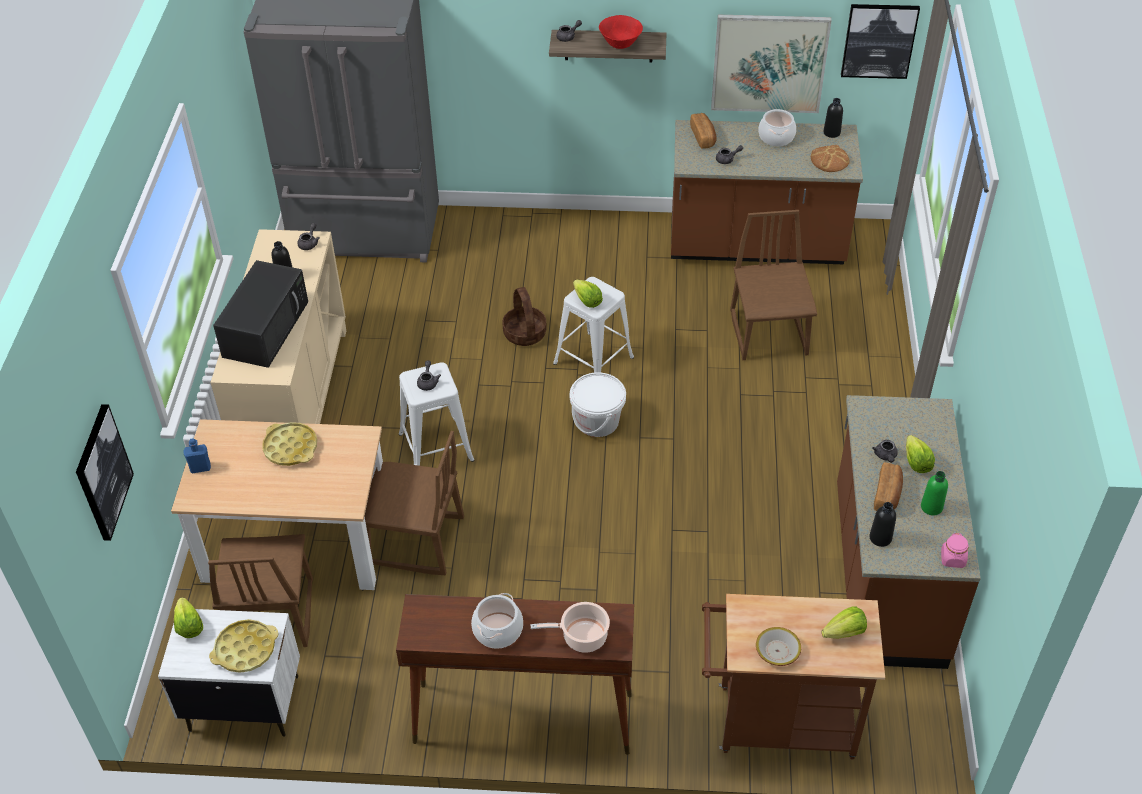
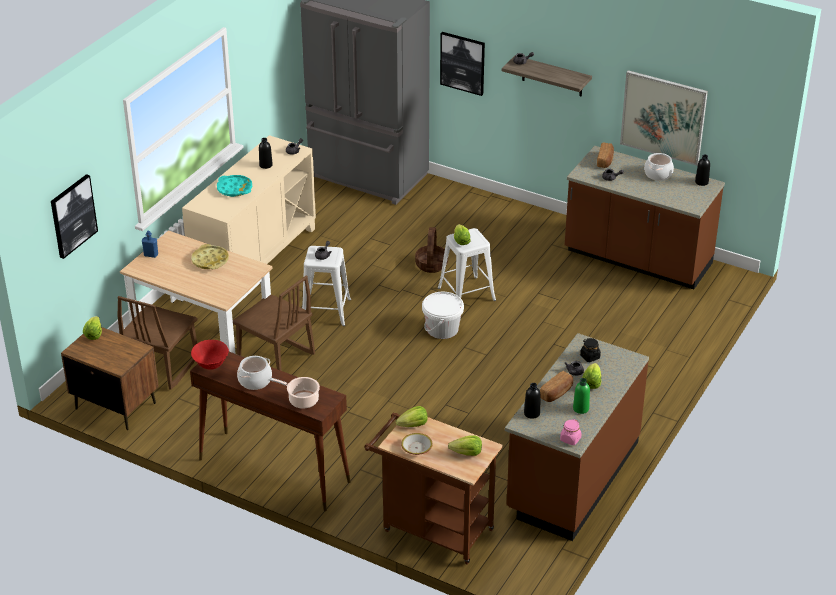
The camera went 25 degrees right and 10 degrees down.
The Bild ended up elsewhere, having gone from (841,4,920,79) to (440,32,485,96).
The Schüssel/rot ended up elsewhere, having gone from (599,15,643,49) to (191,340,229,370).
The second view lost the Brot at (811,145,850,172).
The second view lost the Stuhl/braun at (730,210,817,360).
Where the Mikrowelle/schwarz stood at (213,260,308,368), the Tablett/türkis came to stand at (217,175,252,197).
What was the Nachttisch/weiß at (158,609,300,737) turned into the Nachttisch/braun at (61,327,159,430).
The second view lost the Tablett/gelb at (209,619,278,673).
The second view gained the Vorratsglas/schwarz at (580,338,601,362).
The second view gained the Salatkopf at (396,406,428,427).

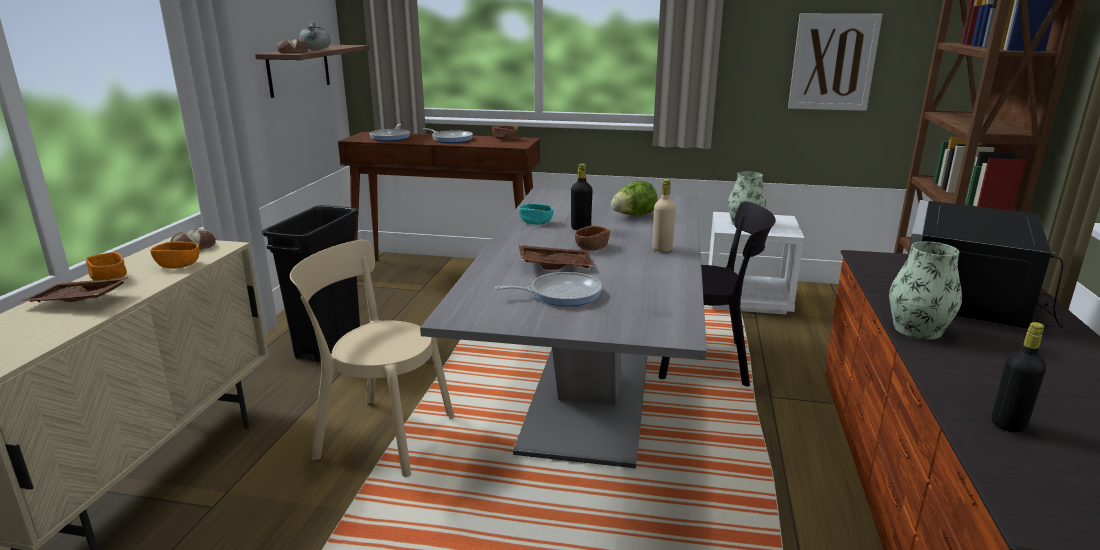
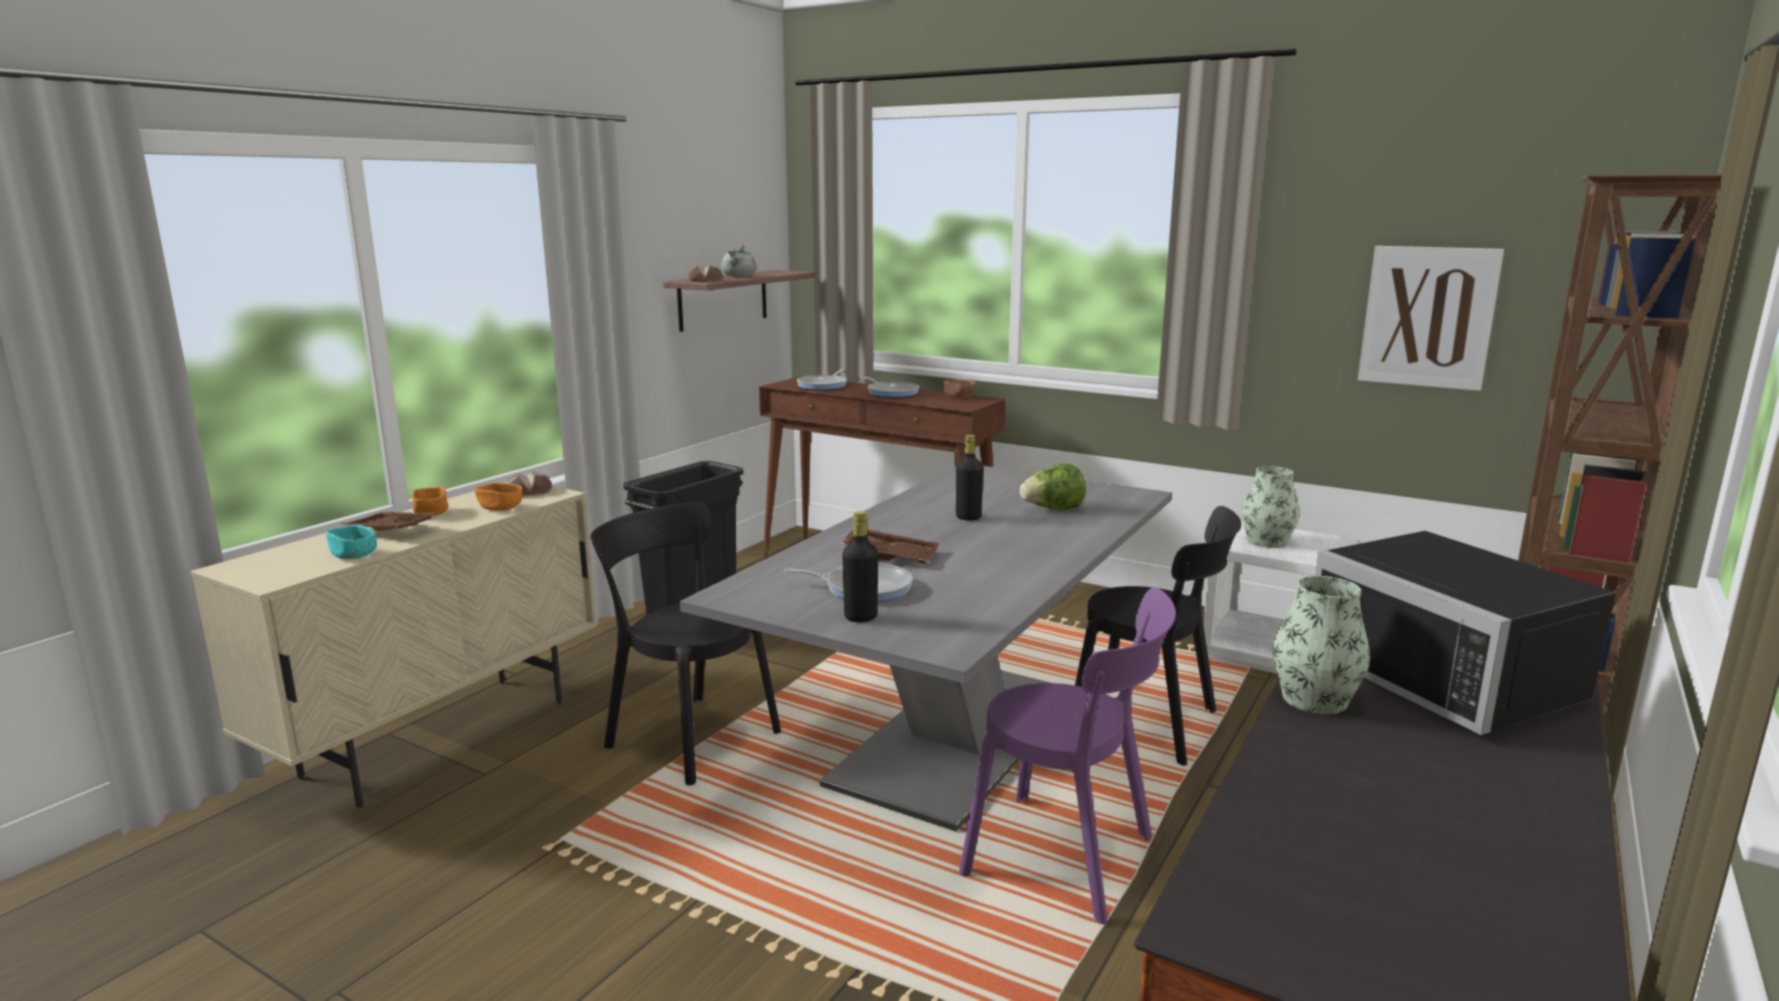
The camera went 20 degrees right and 5 degrees down.
The second view lost the Flasche/beige at (652,179,676,252).
The Mikrowelle/schwarz at (907,200,1064,330) ended up facing another way, 75 degrees counterclockwise from before.
The Schüssel/türkis ended up elsewhere, having gone from (518,203,554,225) to (326,525,377,559).
The second view lost the Schüssel/braun at (575,226,610,251).
What was the Stuhl/beige at (290,240,454,477) turned into the Stuhl/schwarz at (590,502,781,785).
The Flasche/schwarz ended up elsewhere, having gone from (992,322,1046,432) to (842,511,878,622).
The second view gained the Stuhl/lila at (959,587,1176,924).

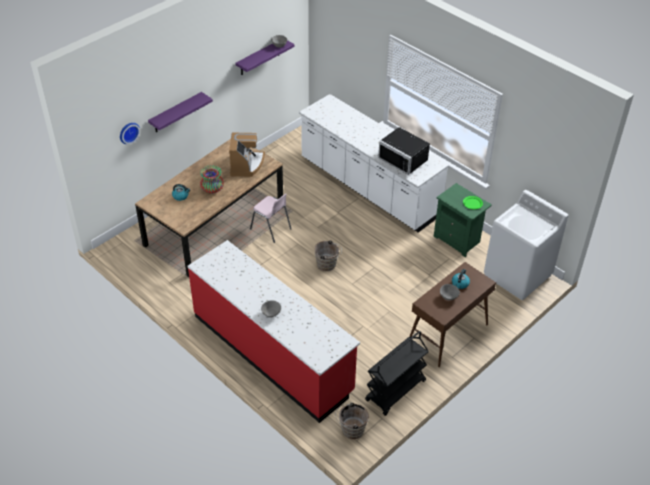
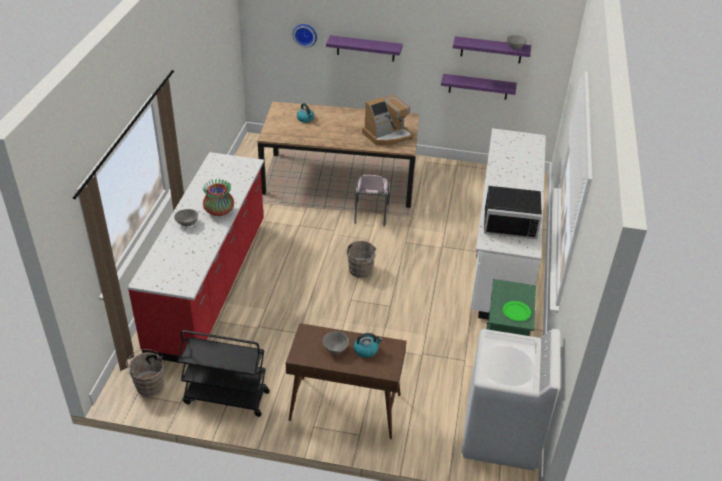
The camera went 55 degrees right and 5 degrees down.
The Mikrowelle/schwarz at (378,127,430,175) ended up facing another way, 90 degrees counterclockwise from before.
The Vase ended up elsewhere, having gone from (200,165,224,194) to (203,179,234,217).
The second view gained the Wandregal/lila at (441,74,517,100).

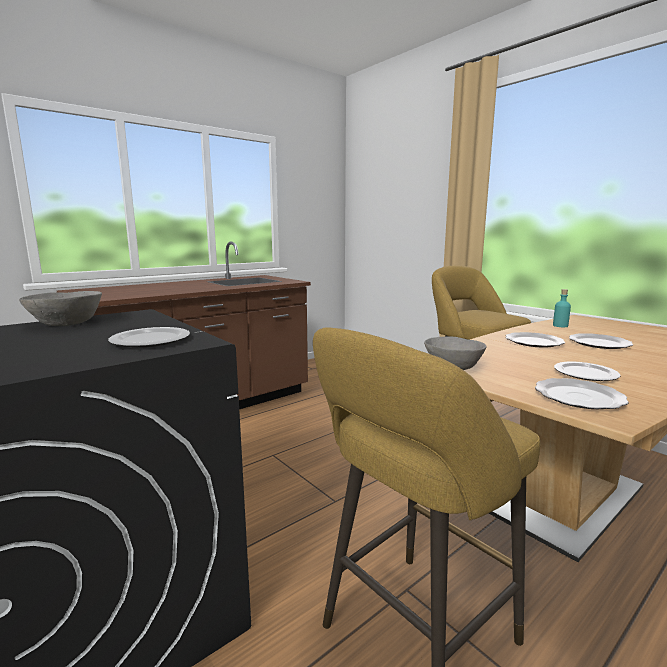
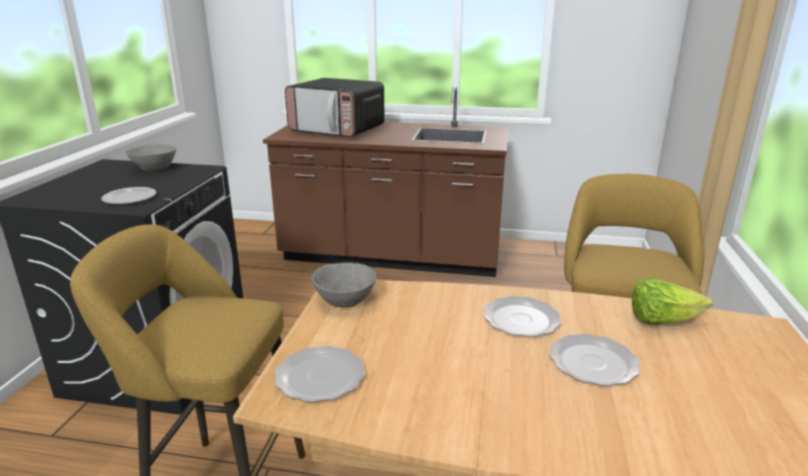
The camera went 50 degrees right and 10 degrees up.
Where the Flasche/türkis stood at (553,289,571,327), the Salatkopf came to stand at (632,278,713,325).
The second view lost the Teller at (554,361,621,381).
The second view gained the Mikrowelle at (285,78,385,137).

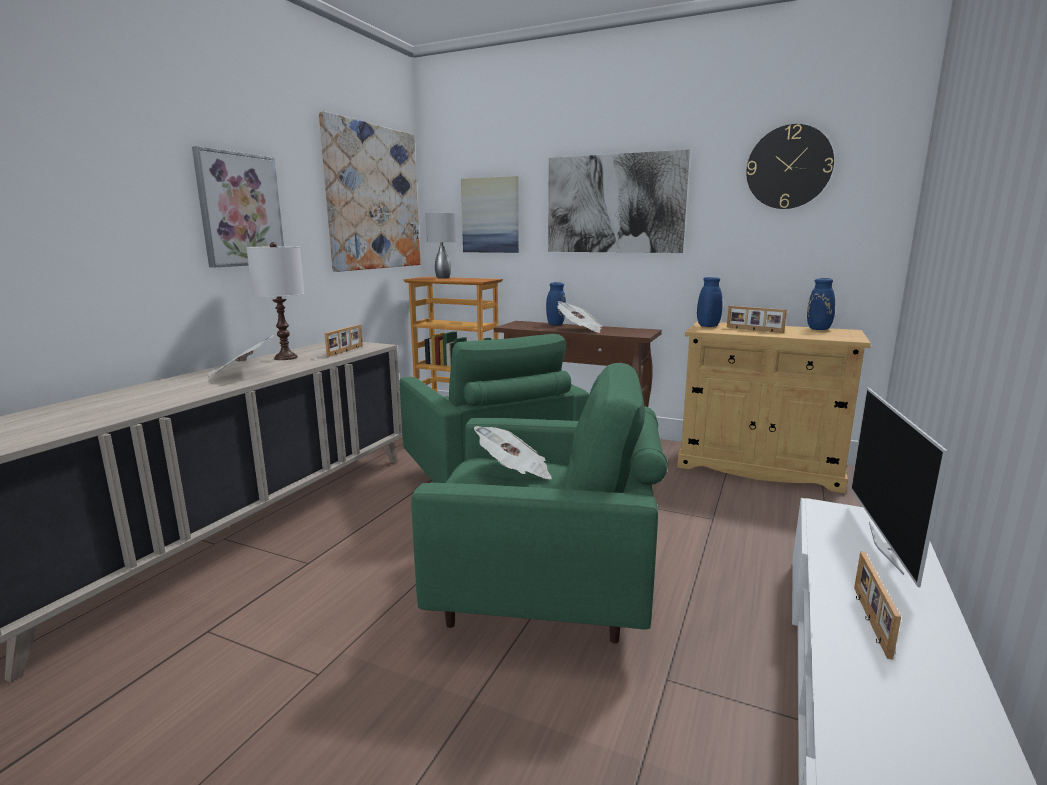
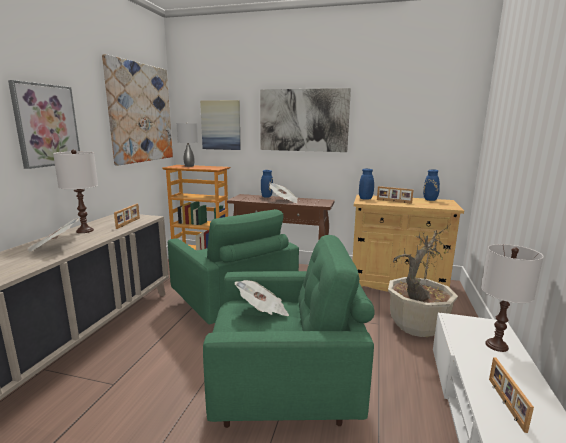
The camera went 10 degrees left and 0 degrees up.
The second view lost the Wanduhr at (746,124,834,209).
Where the Fernseher stood at (851,387,948,587), the Tischlampe/weiß came to stand at (481,244,543,352).
The second view gained the Topfpflanze at (388,226,458,337).

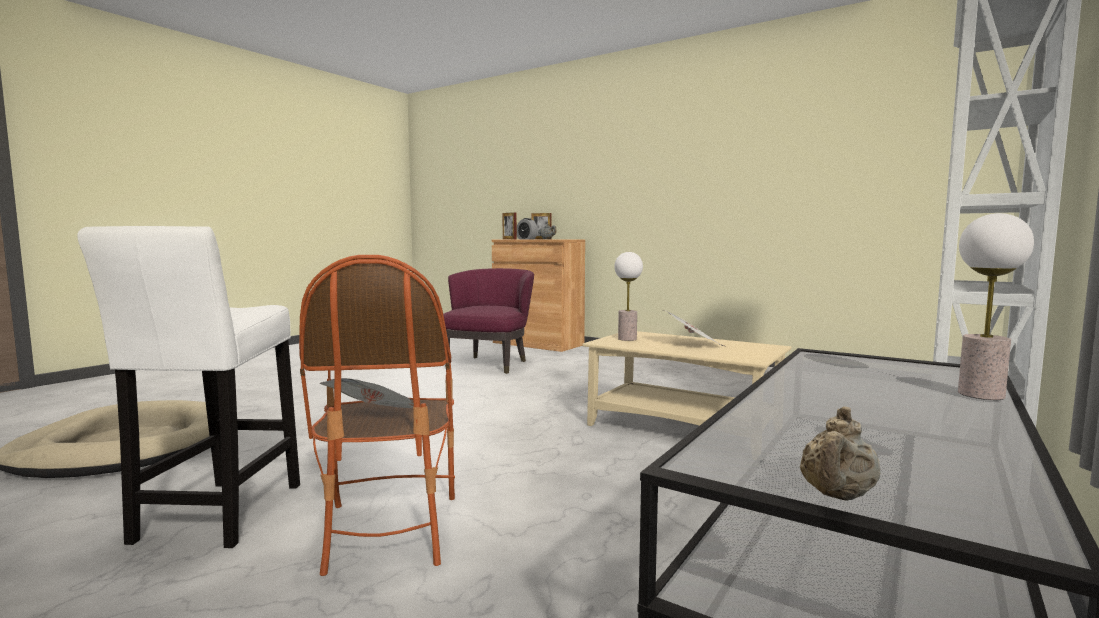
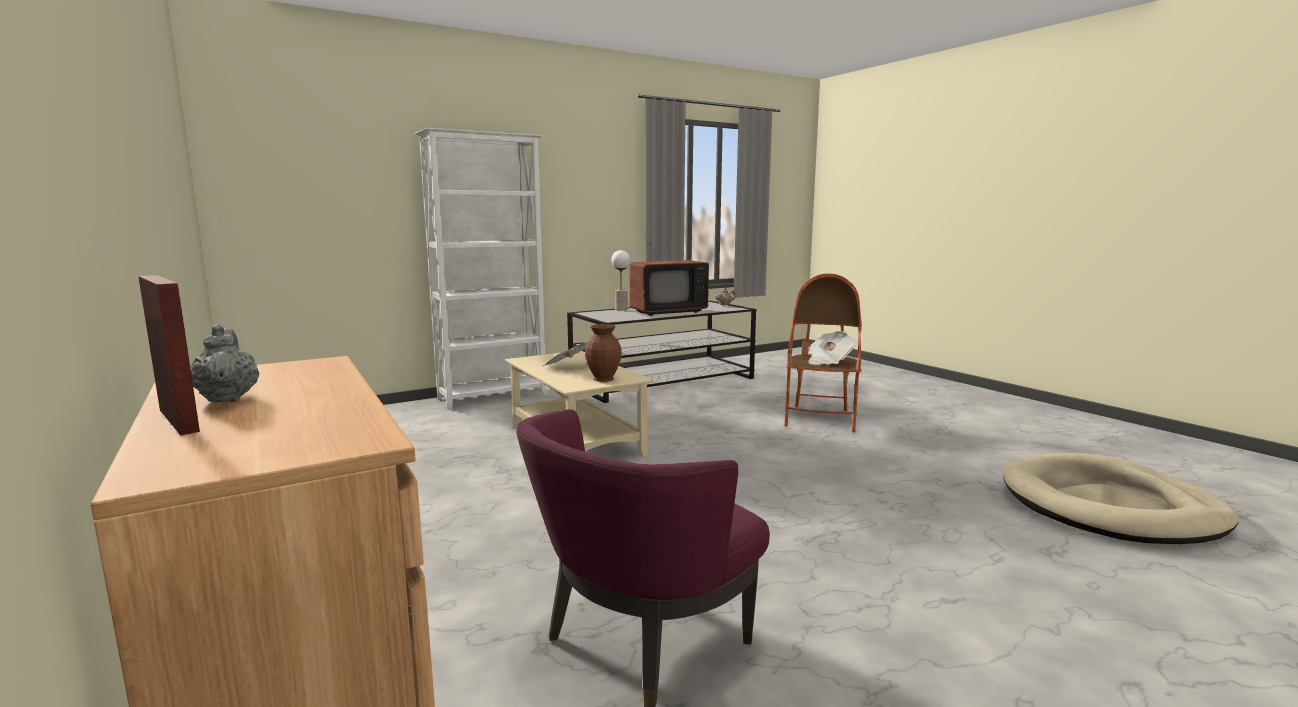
The camera went 155 degrees left and 5 degrees up.
The second view lost the Bilderrahmen at (502,212,517,239).
The second view lost the Wecker at (517,218,538,239).
The second view lost the Hocker/weiß at (77,226,300,548).
Where the Tischlampe stood at (614,252,643,341), the Vase/braun came to stand at (585,324,622,382).
The second view gained the Fernseher at (630,235,709,316).

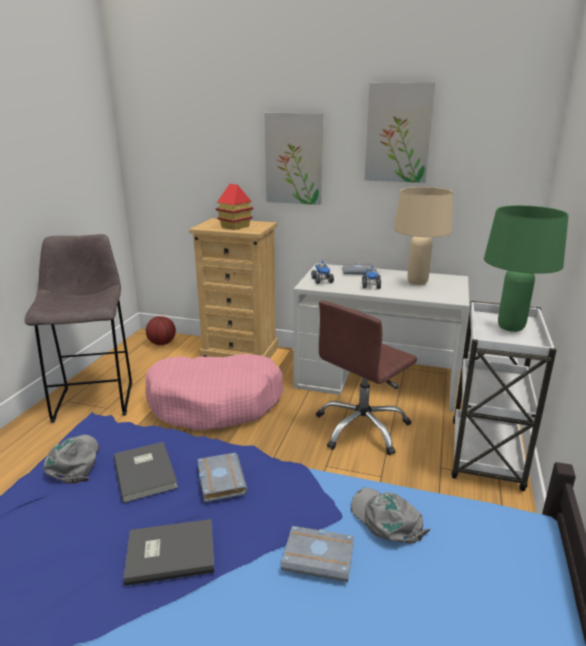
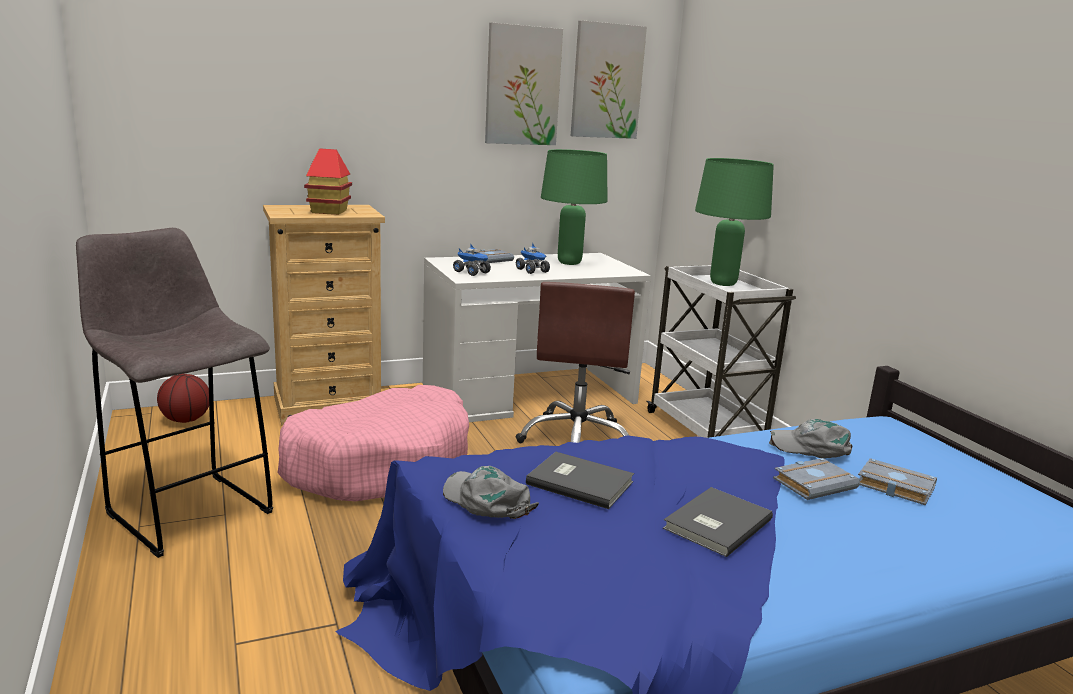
The camera went 40 degrees left and 5 degrees down.
The Bild ended up elsewhere, having gone from (265,113,323,205) to (571,20,647,139).
What was the Tischlampe/beige at (394,187,453,285) turned into the Tischlampe/grün at (541,149,608,265).
The Buch/grau ended up elsewhere, having gone from (197,453,248,502) to (858,458,937,506).

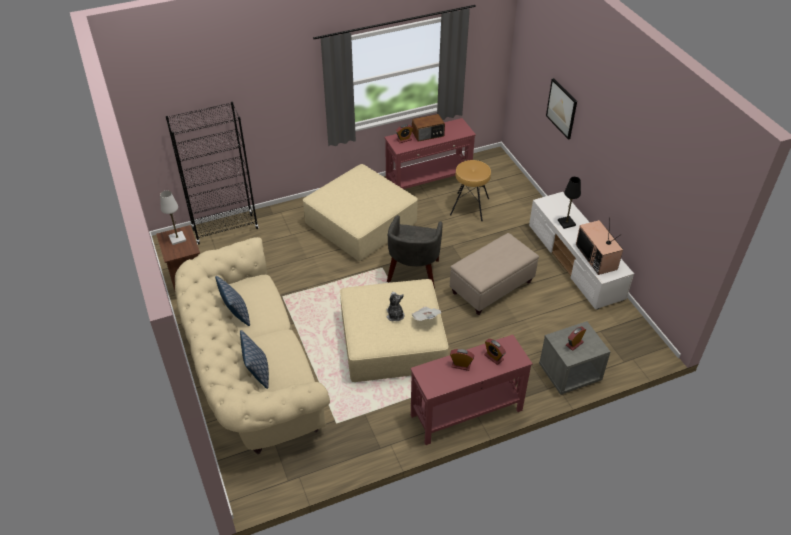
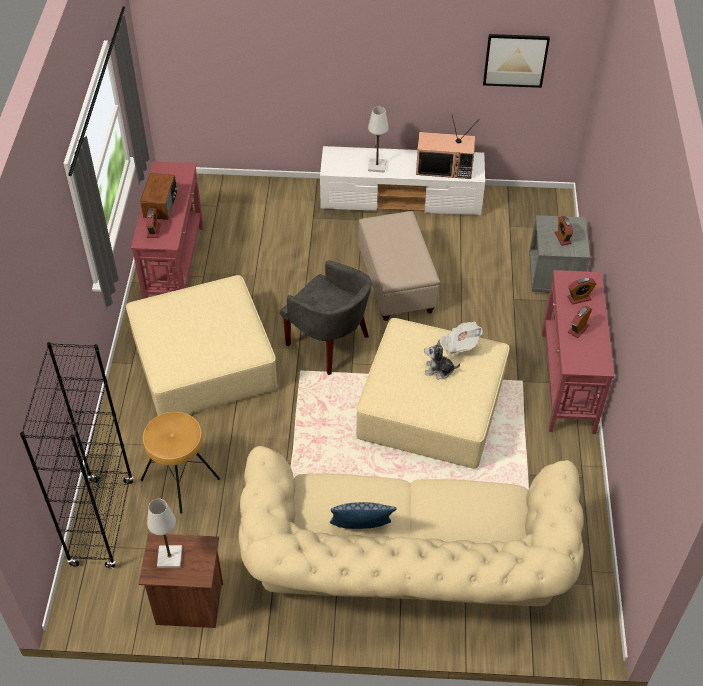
The camera went 65 degrees left and 5 degrees up.
The Bild ended up elsewhere, having gone from (546,78,577,140) to (483,34,550,88).
The Hocker/braun ended up elsewhere, having gone from (450,160,491,221) to (141,412,220,514).
What was the Tischlampe/schwarz at (558,177,581,229) turned into the Tischlampe/weiß at (368,106,389,173).
The second view lost the Kissen at (240,330,269,389).

